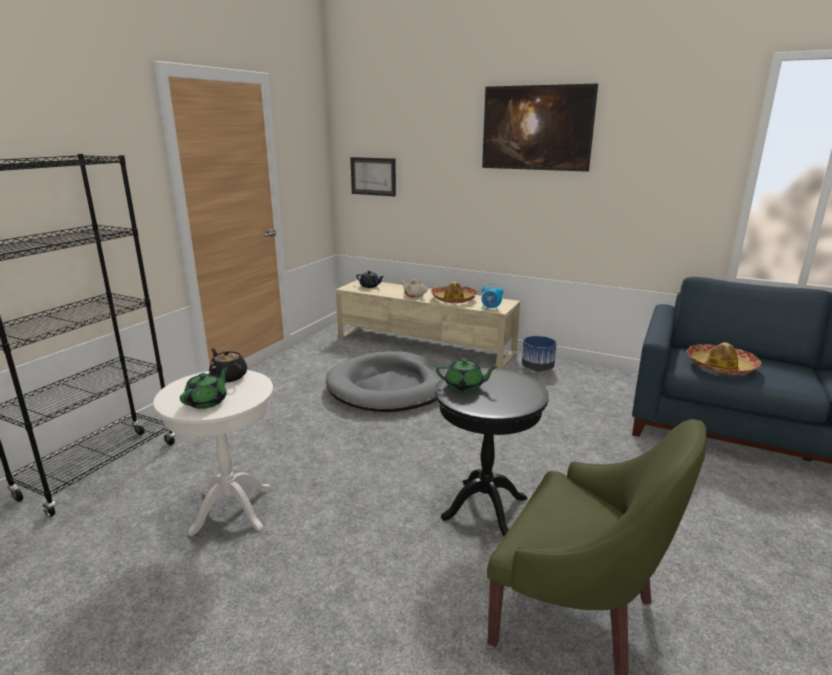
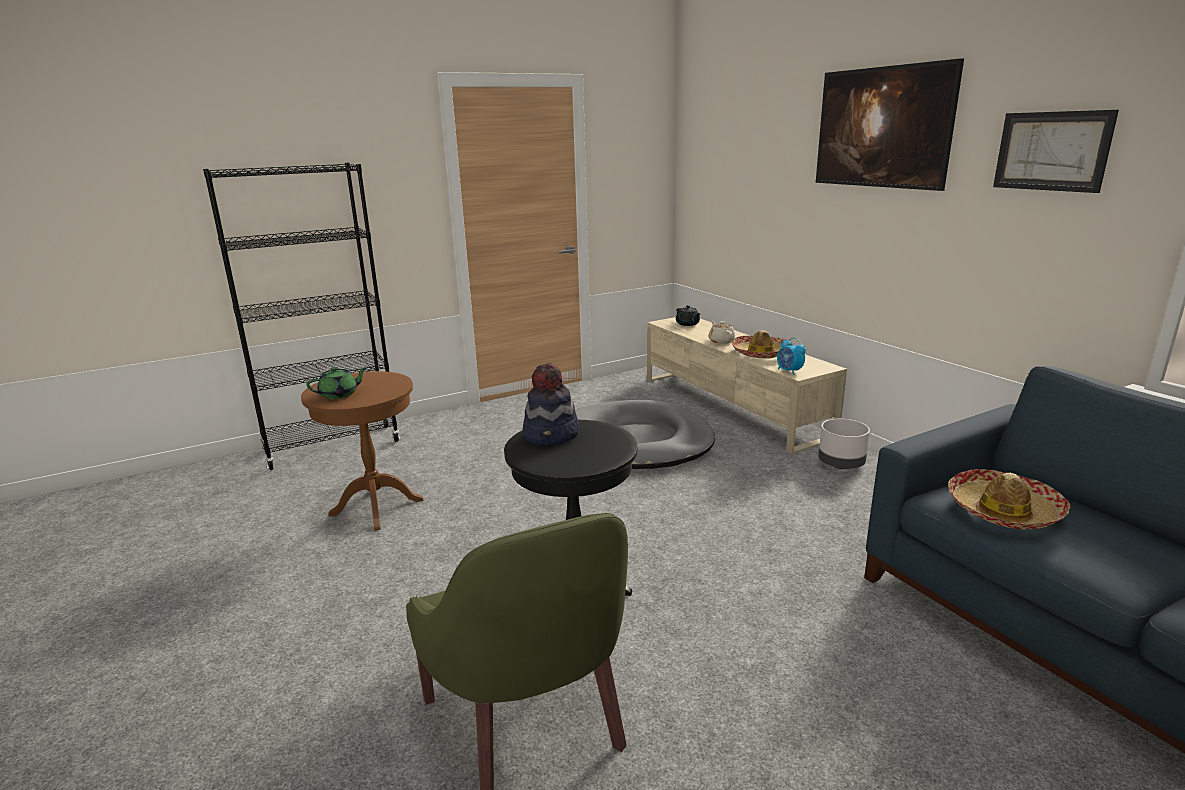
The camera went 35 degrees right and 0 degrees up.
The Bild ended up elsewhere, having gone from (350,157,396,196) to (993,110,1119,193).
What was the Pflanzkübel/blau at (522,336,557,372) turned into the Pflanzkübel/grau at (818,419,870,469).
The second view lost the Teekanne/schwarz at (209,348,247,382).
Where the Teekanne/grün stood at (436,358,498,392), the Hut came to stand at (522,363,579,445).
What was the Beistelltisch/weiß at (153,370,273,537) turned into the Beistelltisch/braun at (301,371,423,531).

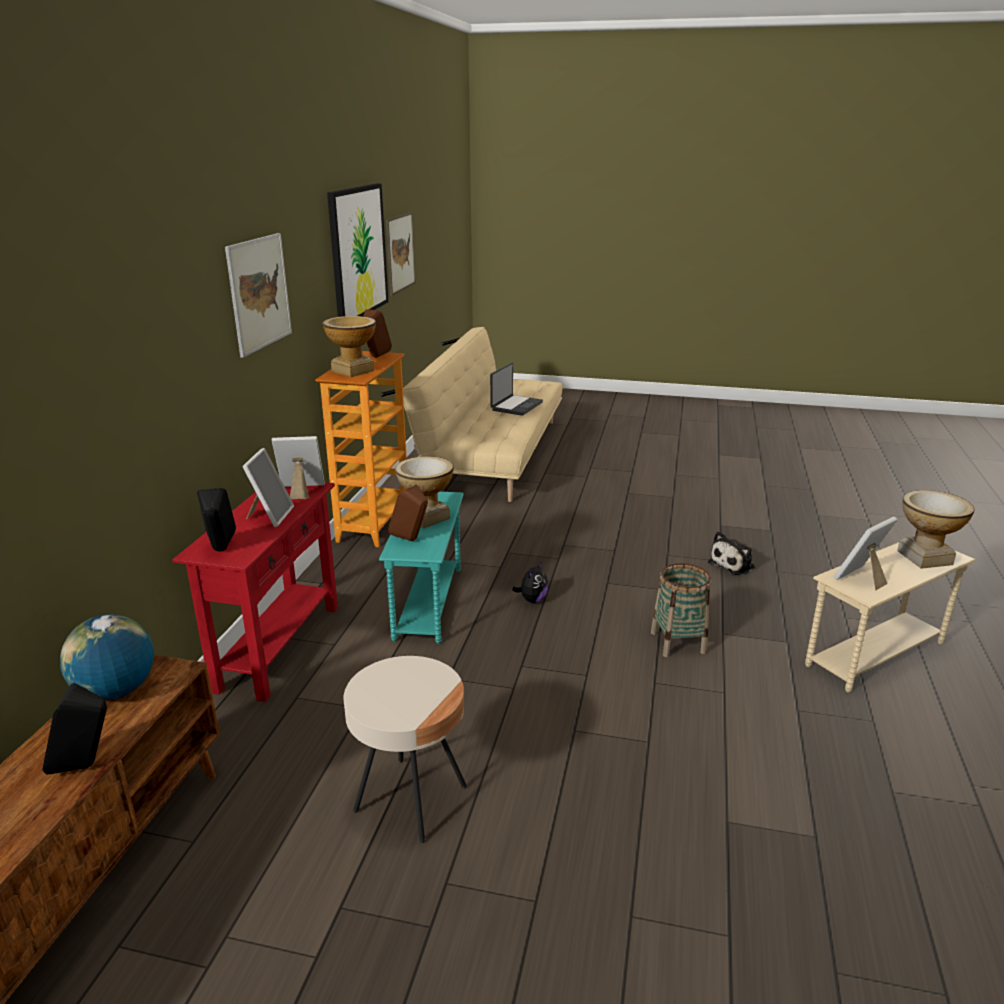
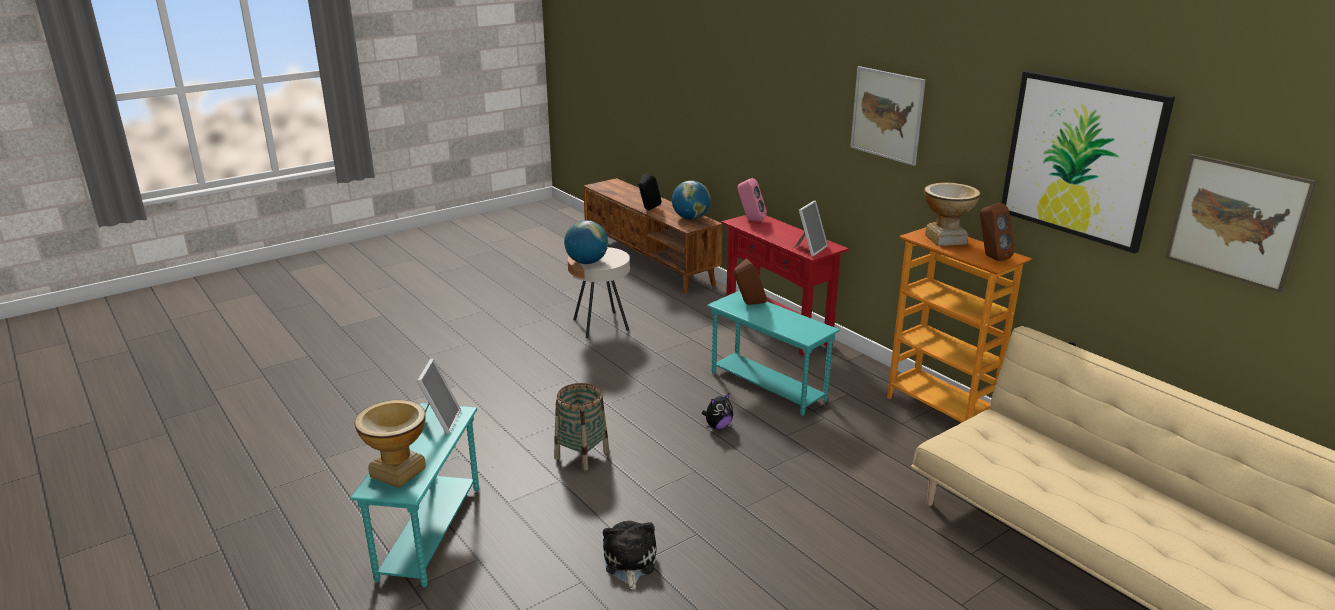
The camera went 130 degrees right and 0 degrees up.
The second view lost the Laptop at (490,362,543,416).
The second view lost the Bilderrahmen at (242,448,294,527).
The second view lost the Vase at (395,456,454,528).
What was the Lautsprecher/schwarz at (197,488,236,552) turned into the Lautsprecher/rosa at (738,178,767,222).
What was the Beistelltisch/beige at (805,536,976,693) turned into the Beistelltisch/türkis at (350,403,479,588).
The Plüschtier at (512,561,548,603) ended up facing another way, 105 degrees counterclockwise from before.
The second view gained the Globus at (564,220,608,264).

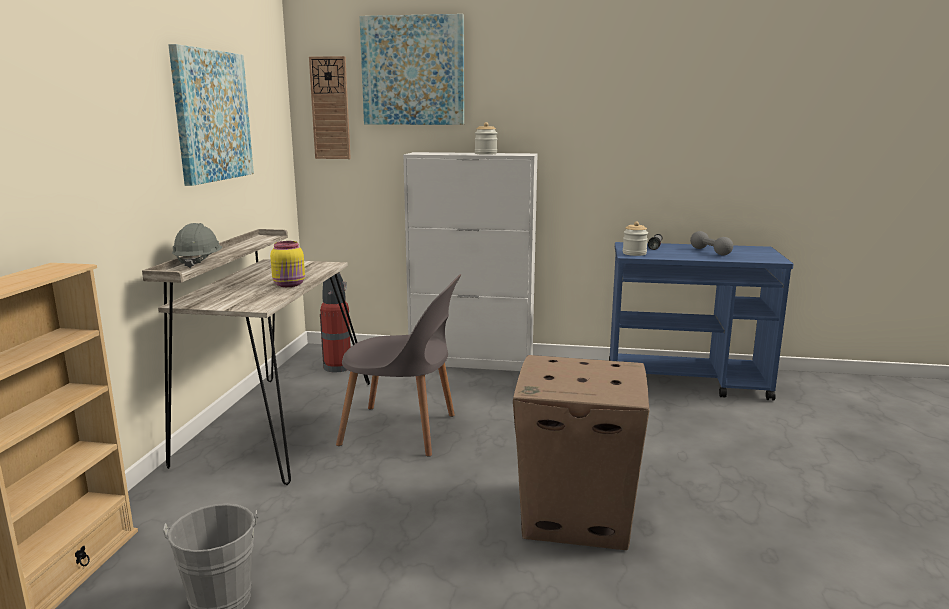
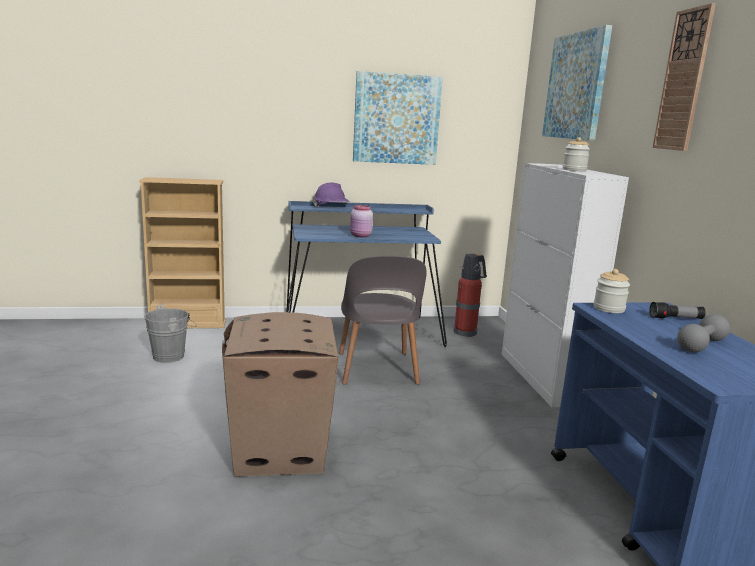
The camera went 70 degrees right and 0 degrees up.
The Wanduhr ended up elsewhere, having gone from (309,56,351,159) to (653,3,716,151).
What was the Schutzhelm/grau at (172,223,222,268) turned into the Schutzhelm/lila at (313,183,350,208).
What was the Schreibtisch/beige at (142,229,370,485) turned into the Schreibtisch/blau at (286,201,447,347).
What was the Vorratsglas/gelb at (270,241,305,287) turned into the Vorratsglas/rosa at (350,205,373,237).

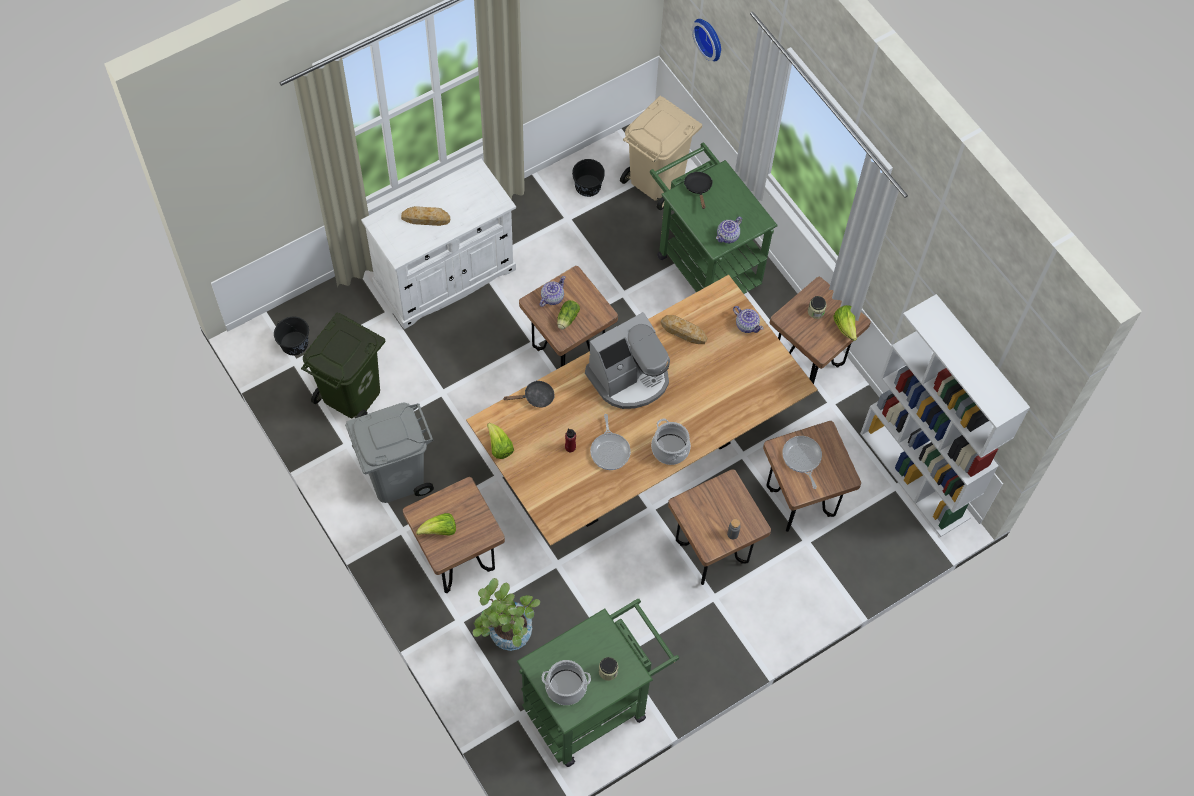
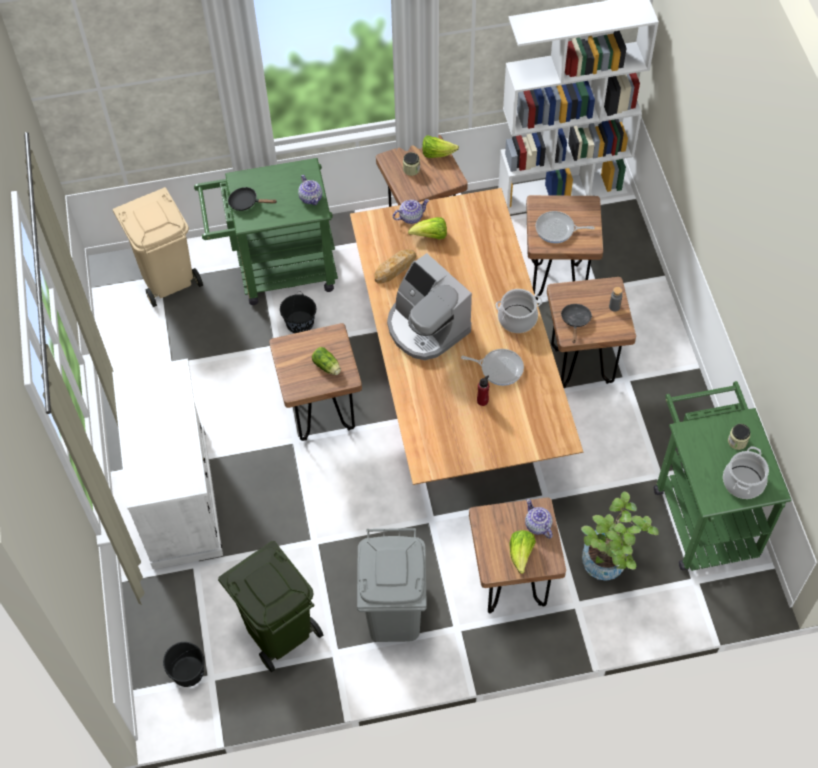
The camera went 65 degrees left and 5 degrees down.
The second view lost the Wanduhr at (692,19,721,61).
The Eimer/schwarz ended up elsewhere, having gone from (572,159,605,197) to (280,291,316,333).
The second view lost the Brot at (401,206,450,226).
The Teekanne ended up elsewhere, having gone from (540,276,565,307) to (525,499,553,539).
The Kaffeemaschine at (585,312,670,409) ended up facing another way, 150 degrees clockwise from before.
The Pfanne/schwarz ended up elsewhere, having gone from (504,380,555,408) to (561,304,592,343).
The Salatkopf ended up elsewhere, having gone from (487,423,514,459) to (408,217,447,240).

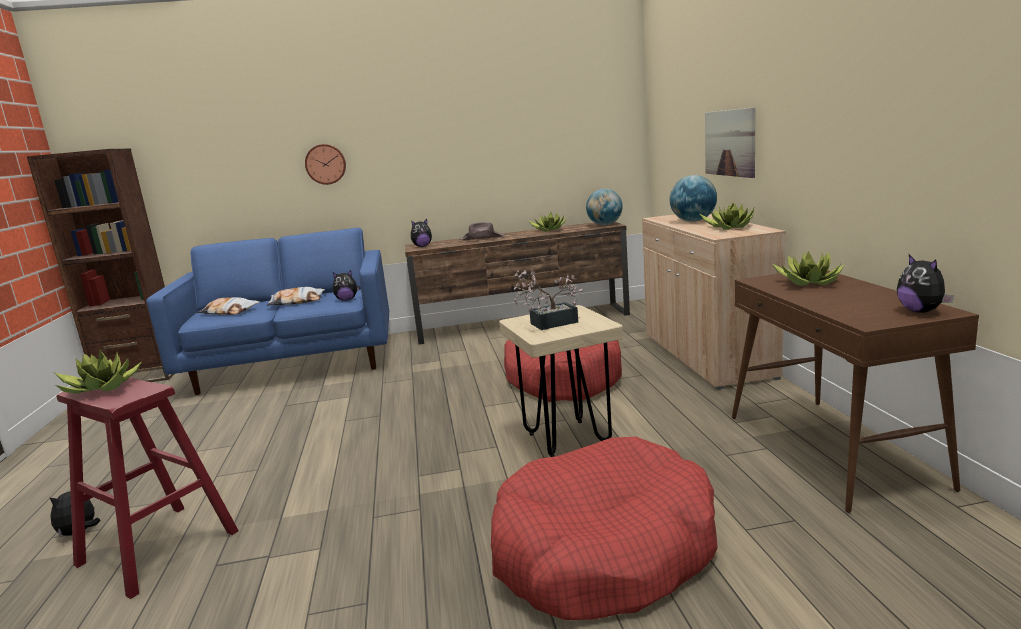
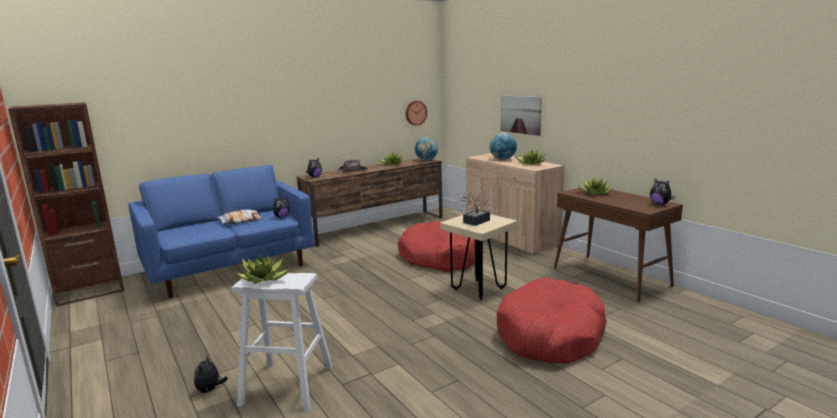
The camera went 25 degrees left and 0 degrees up.
The Wanduhr ended up elsewhere, having gone from (305,144,346,185) to (406,101,427,126).
The second view lost the Kissen at (196,297,260,315).
What was the Hocker/rot at (56,377,239,599) turned into the Hocker/weiß at (232,273,333,411).

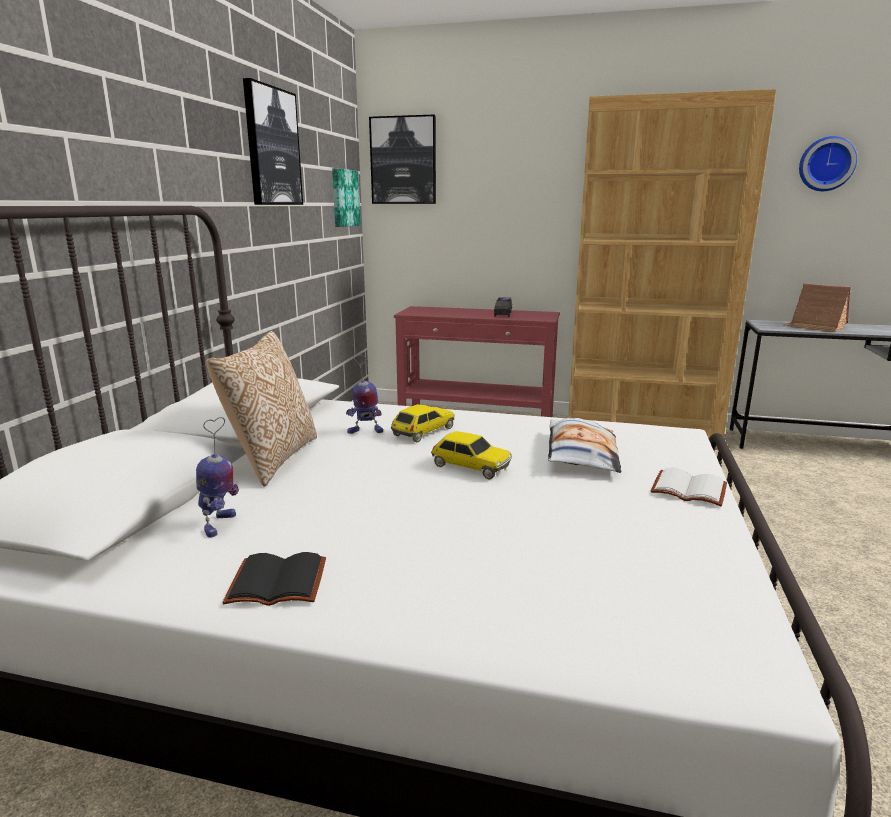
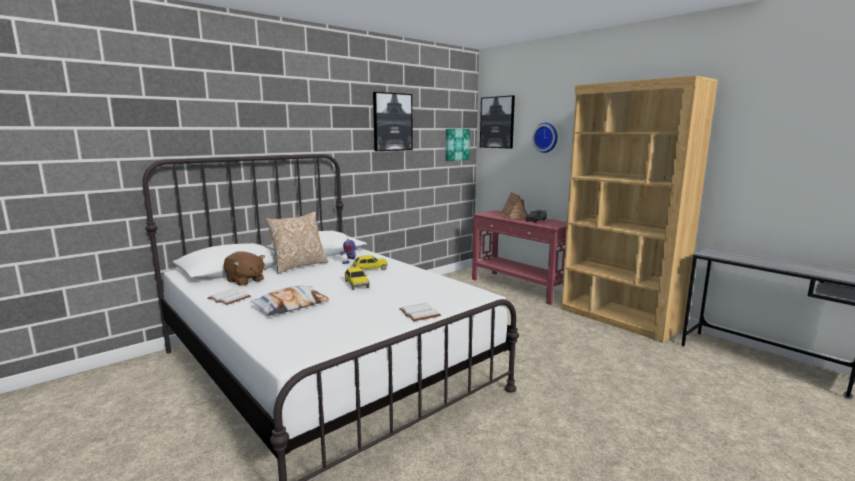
The camera went 35 degrees right and 5 degrees down.
The Wanduhr ended up elsewhere, having gone from (799,136,857,191) to (532,123,558,153).
The Spielzeughaus ended up elsewhere, having gone from (783,283,851,332) to (501,192,528,219).
Where the Spielzeugroboter stood at (196,417,239,538), the Plüschtier/braun came to stand at (224,251,265,286).
The Kissen ended up elsewhere, having gone from (548,418,622,473) to (250,285,329,316).
What was the Buch/schwarz at (222,552,326,606) turned into the Buch/weiß at (207,289,251,305).

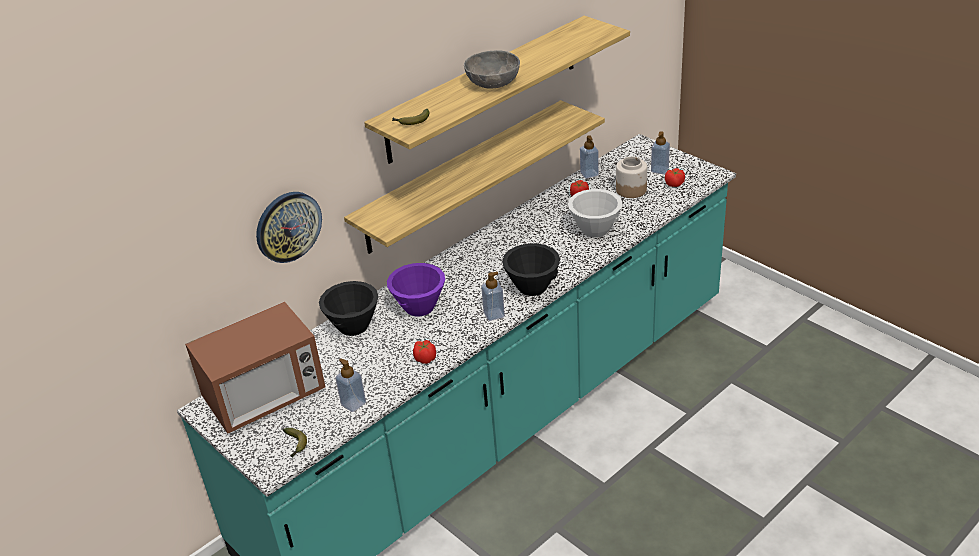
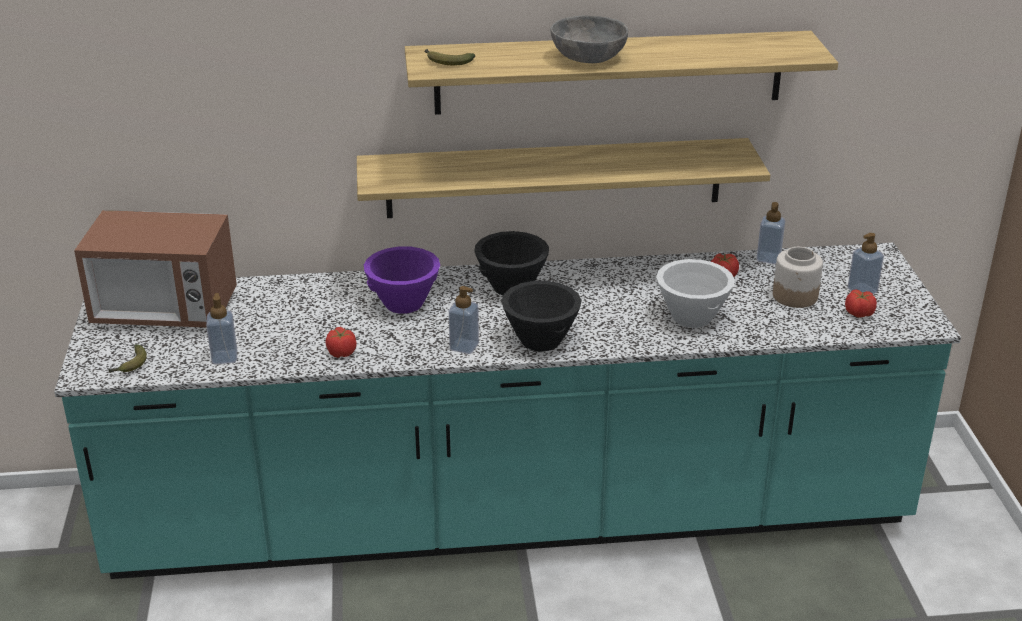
The camera went 35 degrees right and 5 degrees down.
The second view lost the Wanduhr at (256,192,322,263).
The Schüssel/schwarz ended up elsewhere, having gone from (319,281,378,336) to (474,231,549,295).

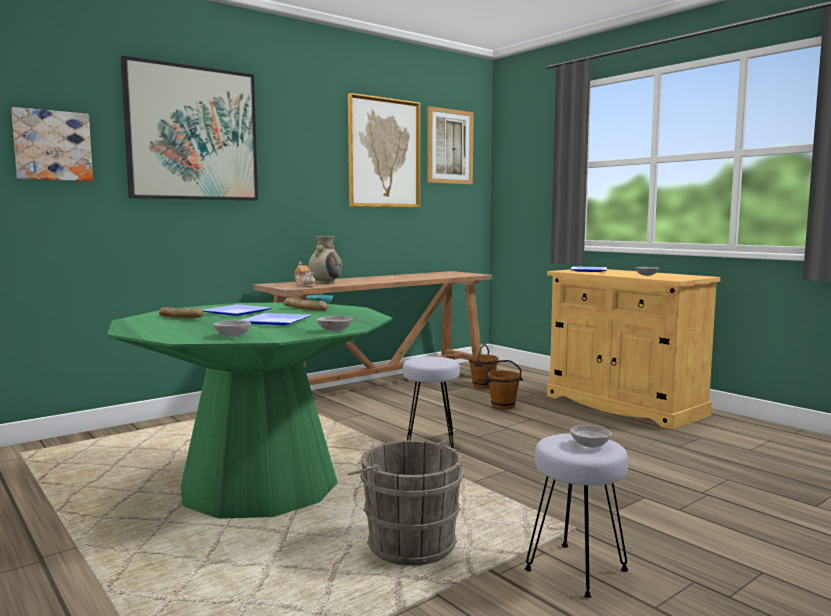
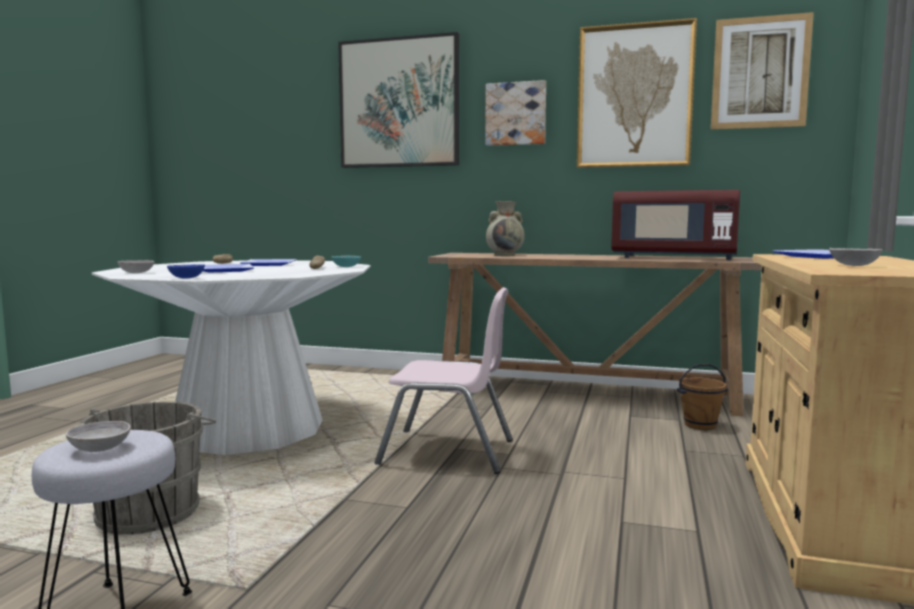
The camera went 55 degrees right and 0 degrees up.
The Bild ended up elsewhere, having gone from (11,107,93,181) to (485,80,546,146).
The second view lost the Teekanne at (294,262,315,287).
What was the Esstisch/grün at (107,302,393,519) turned into the Esstisch/weiß at (92,260,370,455).
What was the Schüssel/grau at (317,316,353,331) turned into the Schüssel/blau at (167,264,205,279).
Where the Hocker/grau stood at (403,357,460,449), the Stuhl/rosa came to stand at (374,287,513,474).
The second view lost the Eimer/braun at (485,360,523,410).
The second view gained the Mikrowelle/rot at (611,190,740,260).

